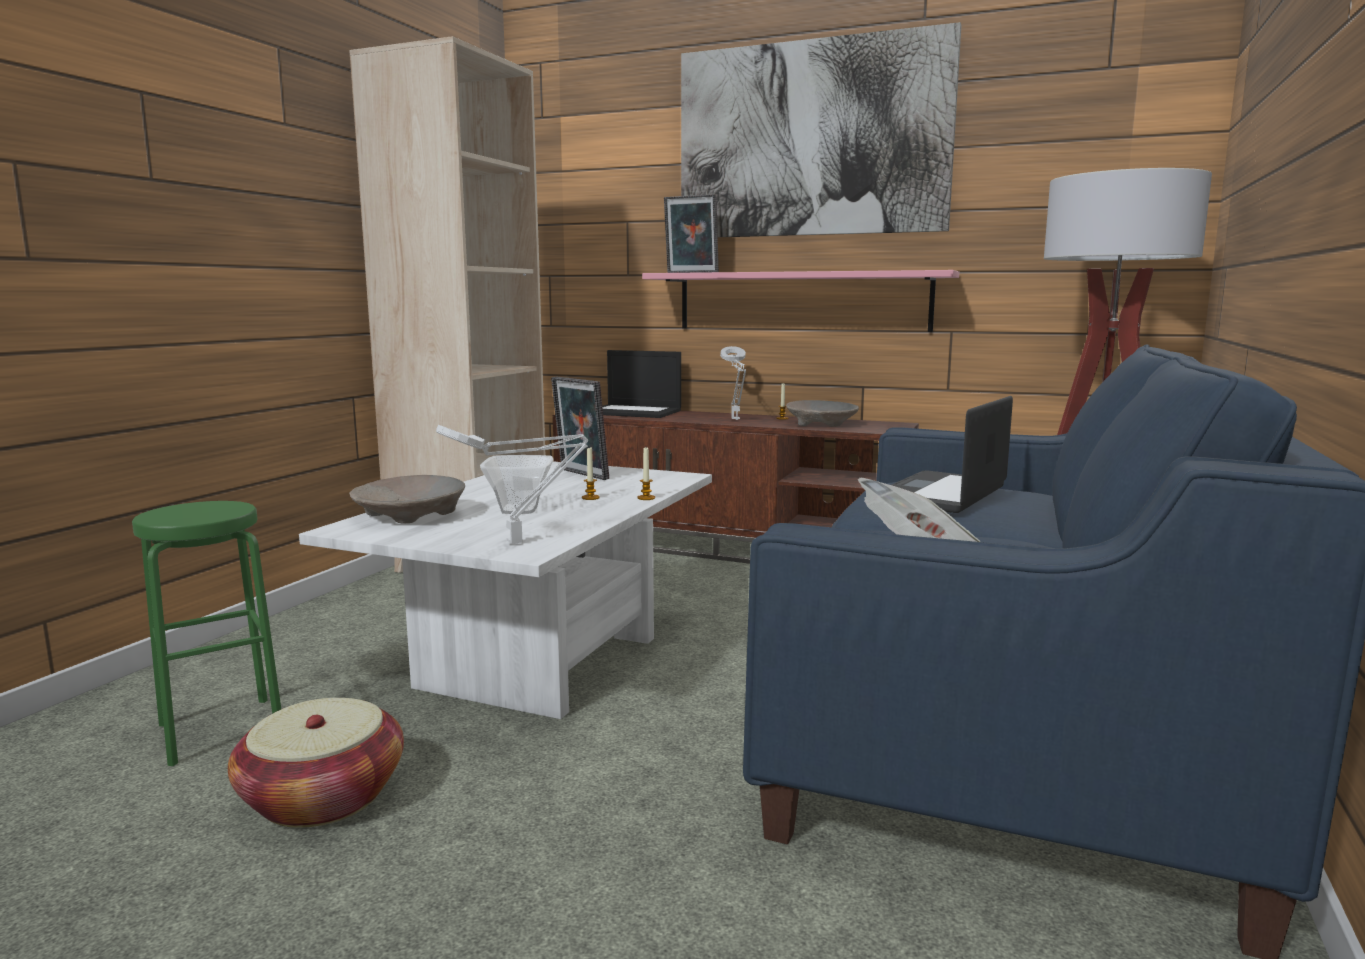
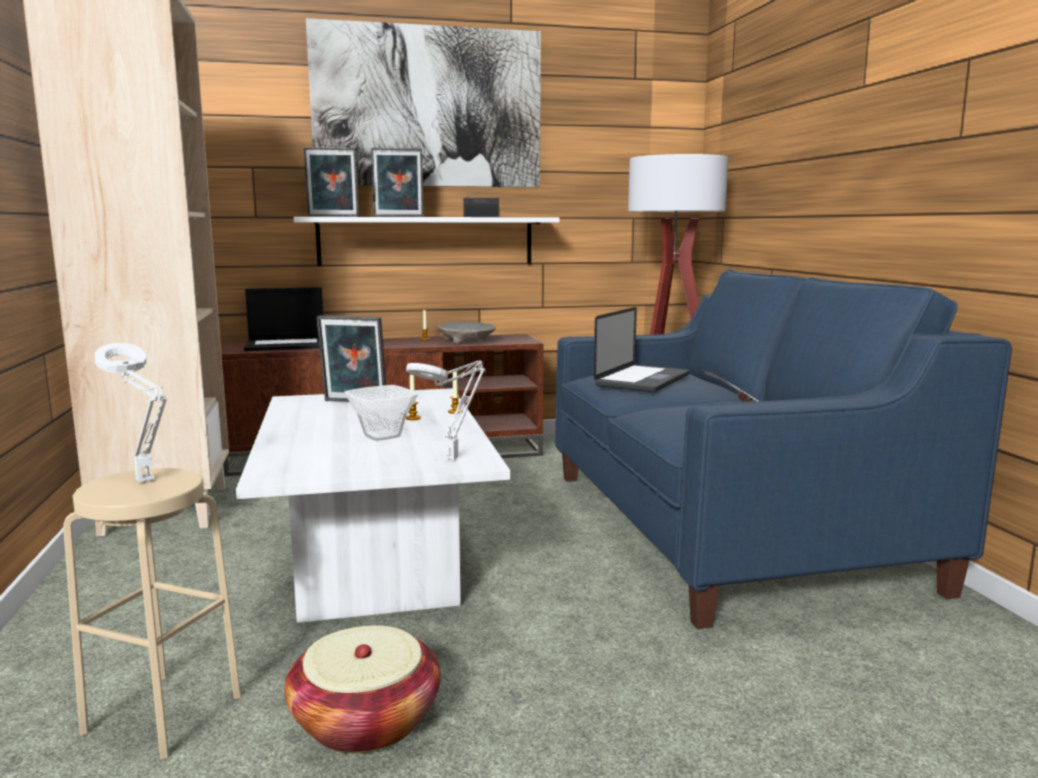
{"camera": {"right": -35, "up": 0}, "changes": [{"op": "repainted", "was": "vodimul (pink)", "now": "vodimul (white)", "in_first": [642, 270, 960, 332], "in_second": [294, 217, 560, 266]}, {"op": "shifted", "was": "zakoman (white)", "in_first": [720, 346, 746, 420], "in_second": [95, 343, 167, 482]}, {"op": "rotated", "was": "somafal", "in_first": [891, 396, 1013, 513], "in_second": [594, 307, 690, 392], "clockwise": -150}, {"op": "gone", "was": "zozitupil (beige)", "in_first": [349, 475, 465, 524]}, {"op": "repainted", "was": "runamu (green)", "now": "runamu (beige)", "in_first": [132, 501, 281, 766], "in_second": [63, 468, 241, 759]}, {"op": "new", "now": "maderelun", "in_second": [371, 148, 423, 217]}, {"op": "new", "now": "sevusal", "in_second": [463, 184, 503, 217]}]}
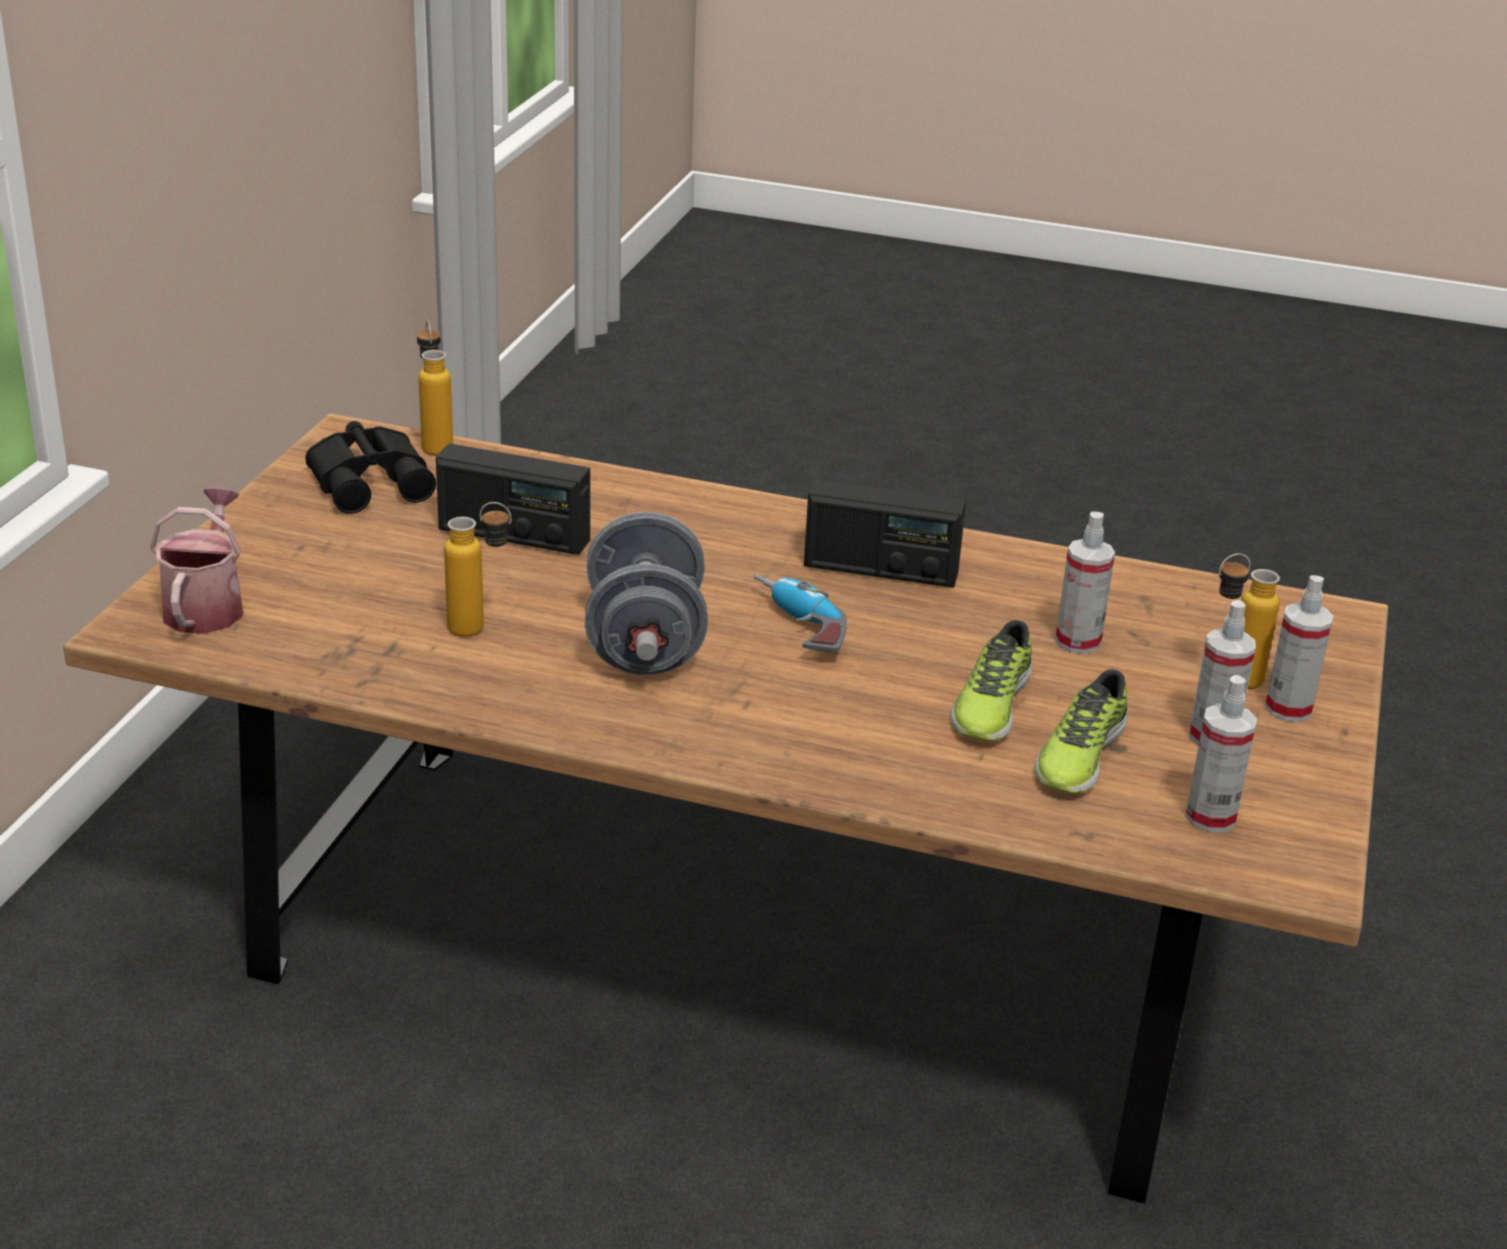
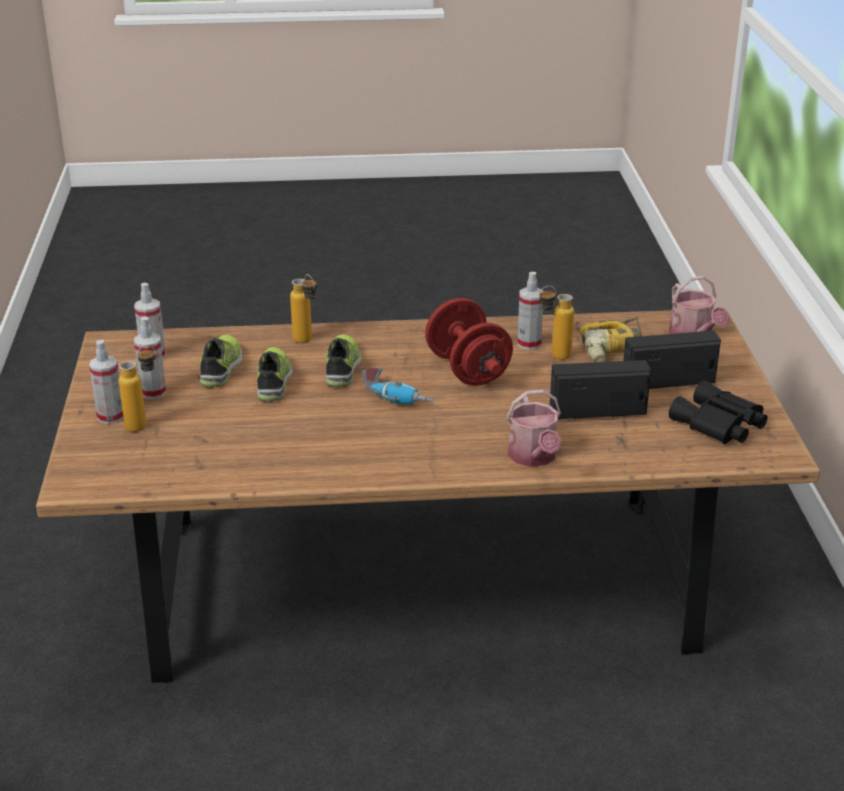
{"camera": {"right": 160, "up": 0}, "changes": [{"op": "shifted", "was": "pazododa", "in_first": [417, 320, 453, 456], "in_second": [290, 274, 317, 343]}, {"op": "shifted", "was": "sevusal", "in_first": [804, 479, 966, 588], "in_second": [623, 330, 721, 389]}, {"op": "shifted", "was": "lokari", "in_first": [1055, 511, 1115, 654], "in_second": [517, 272, 543, 350]}, {"op": "repainted", "was": "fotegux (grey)", "now": "fotegux (red)", "in_first": [585, 512, 708, 675], "in_second": [425, 298, 513, 386]}, {"op": "new", "now": "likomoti", "in_second": [580, 317, 642, 362]}, {"op": "new", "now": "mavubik", "in_second": [326, 334, 361, 387]}, {"op": "new", "now": "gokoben", "in_second": [506, 390, 562, 467]}]}
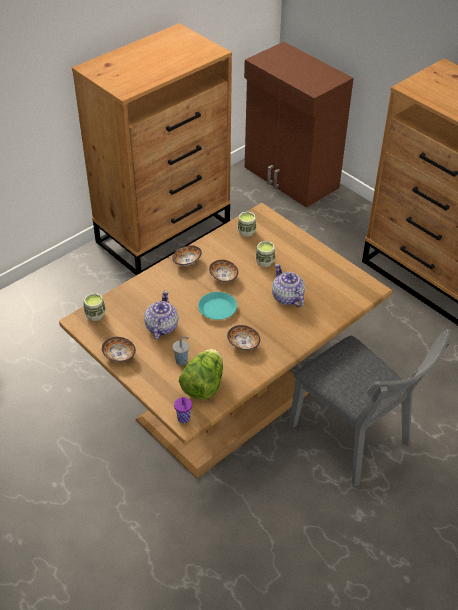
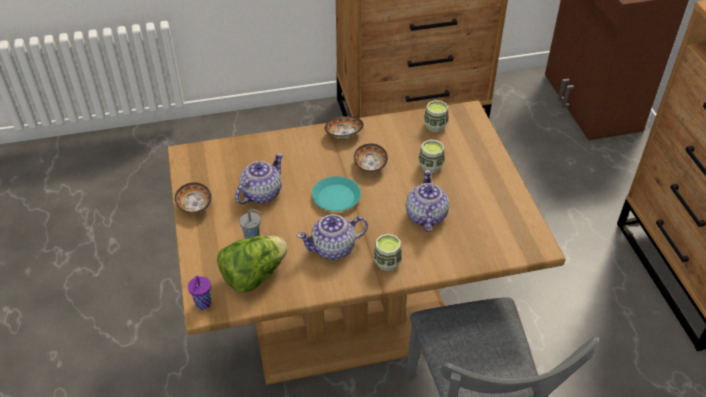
{"camera": {"right": 30, "up": 0}, "changes": [{"op": "shifted", "was": "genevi", "in_first": [84, 293, 106, 321], "in_second": [373, 234, 402, 271]}, {"op": "swapped", "was": "zozitupil", "now": "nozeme", "in_first": [227, 325, 260, 350], "in_second": [297, 214, 368, 260]}]}
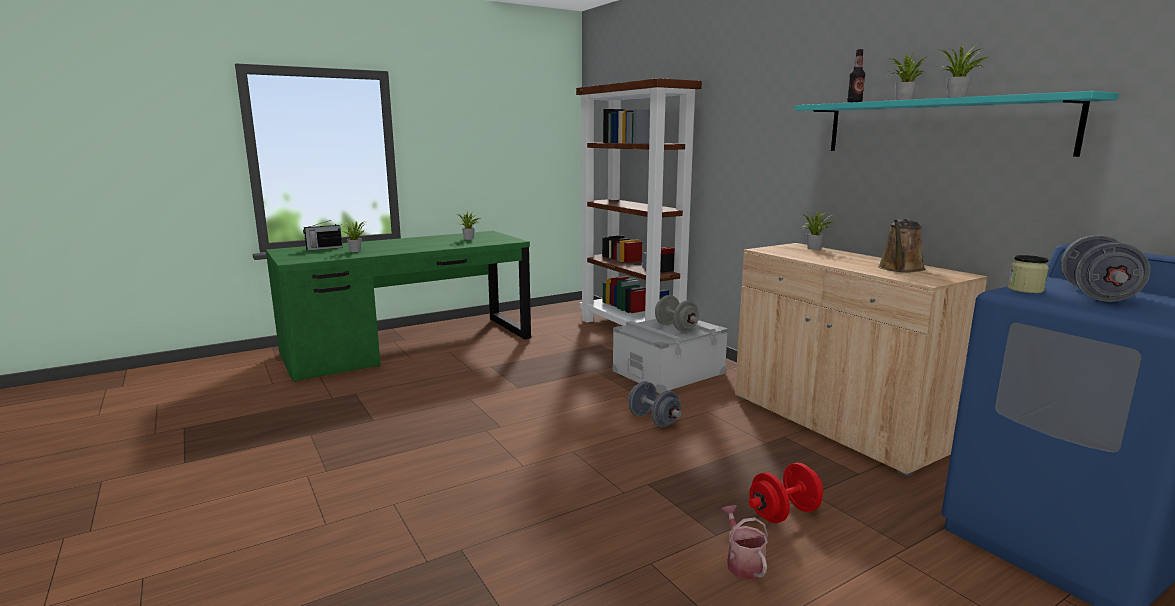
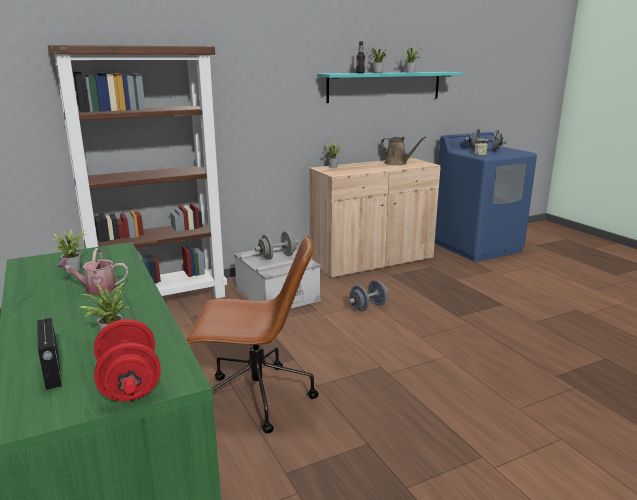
{"camera": {"right": -85, "up": 5}, "changes": [{"op": "shifted", "was": "fotegux (red)", "in_first": [749, 463, 823, 523], "in_second": [94, 319, 161, 401]}, {"op": "shifted", "was": "gokoben", "in_first": [721, 505, 768, 580], "in_second": [56, 248, 128, 295]}, {"op": "new", "now": "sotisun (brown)", "in_second": [186, 236, 319, 434]}]}
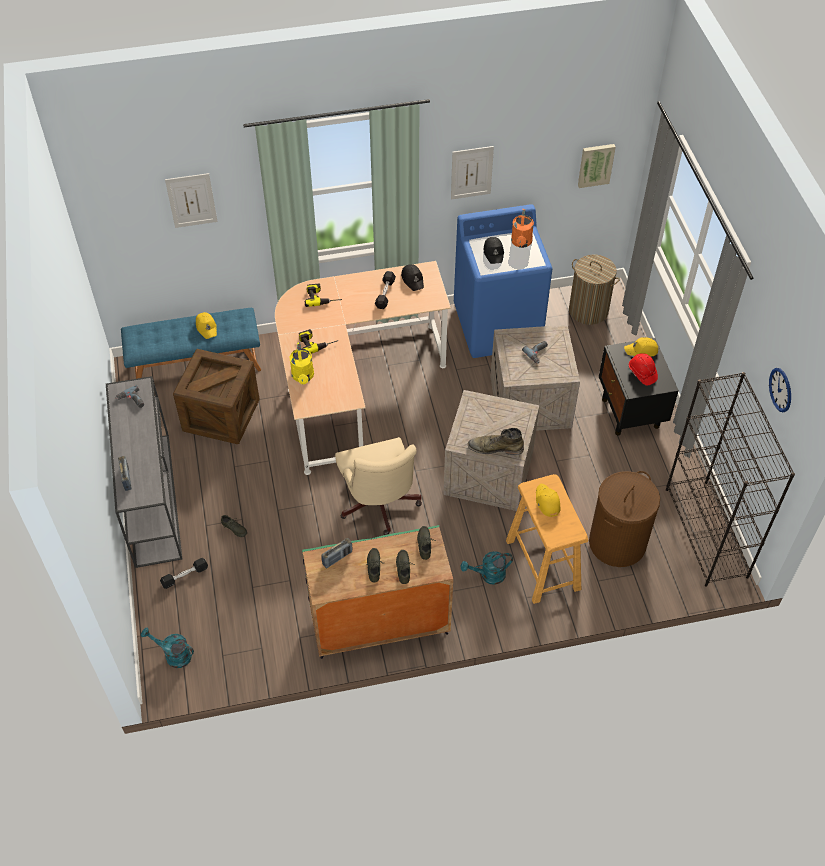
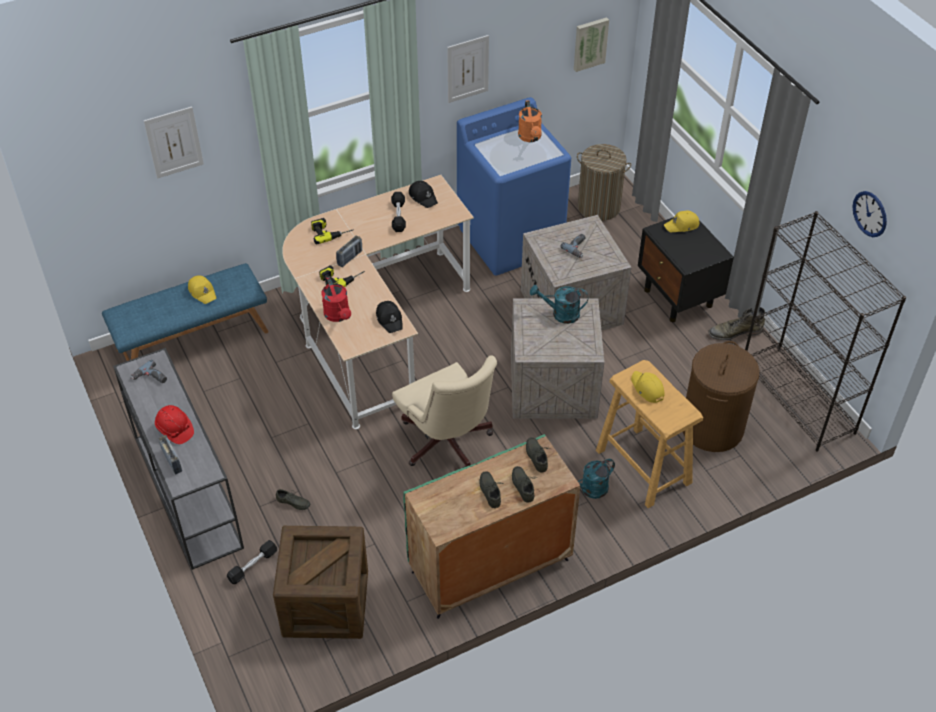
{"camera": {"right": -15, "up": -5}, "changes": [{"op": "shifted", "was": "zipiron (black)", "in_first": [484, 237, 504, 264], "in_second": [376, 301, 403, 333]}, {"op": "repainted", "was": "gokoben (yellow)", "now": "gokoben (red)", "in_first": [289, 342, 314, 385], "in_second": [321, 277, 351, 322]}, {"op": "shifted", "was": "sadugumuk", "in_first": [173, 349, 260, 444], "in_second": [273, 526, 368, 639]}, {"op": "shifted", "was": "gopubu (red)", "in_first": [629, 353, 658, 385], "in_second": [155, 405, 194, 444]}, {"op": "shifted", "was": "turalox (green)", "in_first": [468, 428, 524, 455], "in_second": [708, 307, 765, 340]}, {"op": "shifted", "was": "sevusal", "in_first": [321, 538, 352, 569], "in_second": [336, 236, 362, 267]}, {"op": "shifted", "was": "gokoben (turquoise)", "in_first": [141, 627, 194, 668], "in_second": [530, 285, 588, 324]}]}
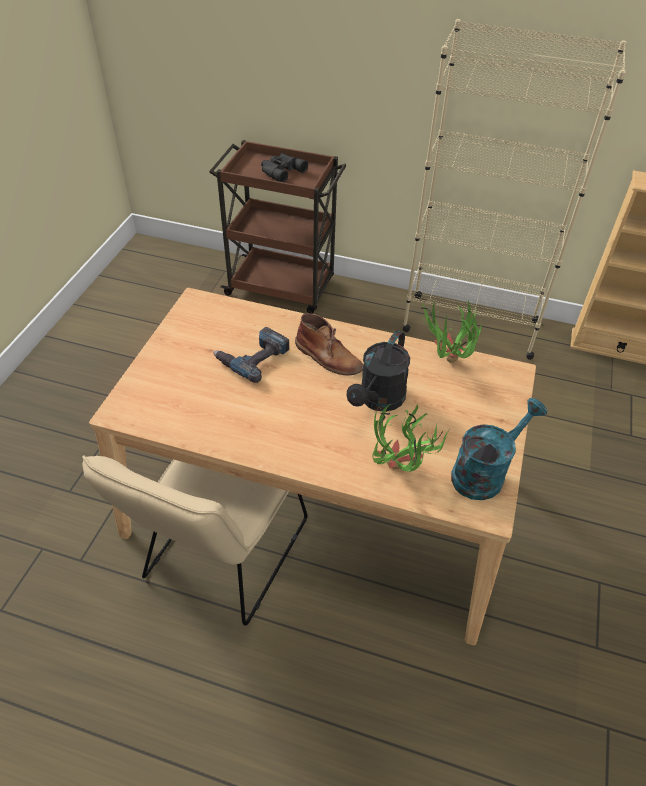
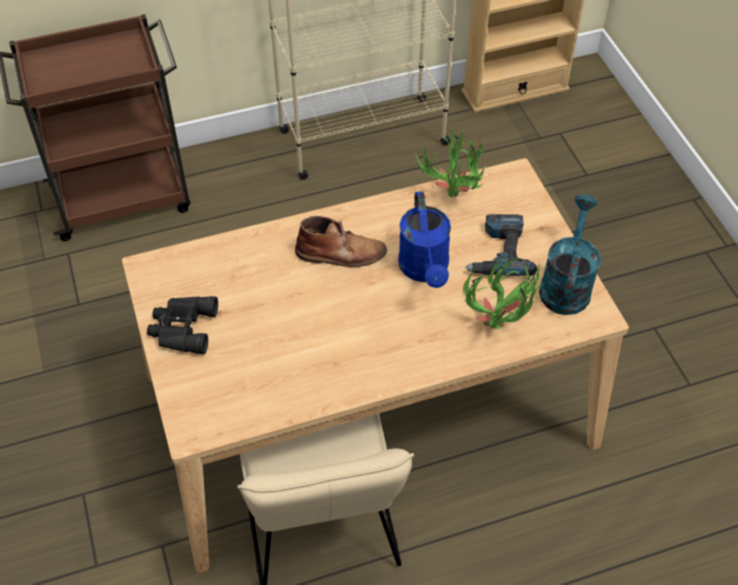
{"camera": {"right": -35, "up": 5}, "changes": [{"op": "shifted", "was": "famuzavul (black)", "in_first": [261, 153, 308, 183], "in_second": [147, 296, 218, 354]}, {"op": "shifted", "was": "likomoti", "in_first": [213, 327, 289, 383], "in_second": [464, 214, 537, 276]}, {"op": "repainted", "was": "gokoben (black)", "now": "gokoben (blue)", "in_first": [347, 330, 410, 412], "in_second": [398, 192, 451, 288]}]}
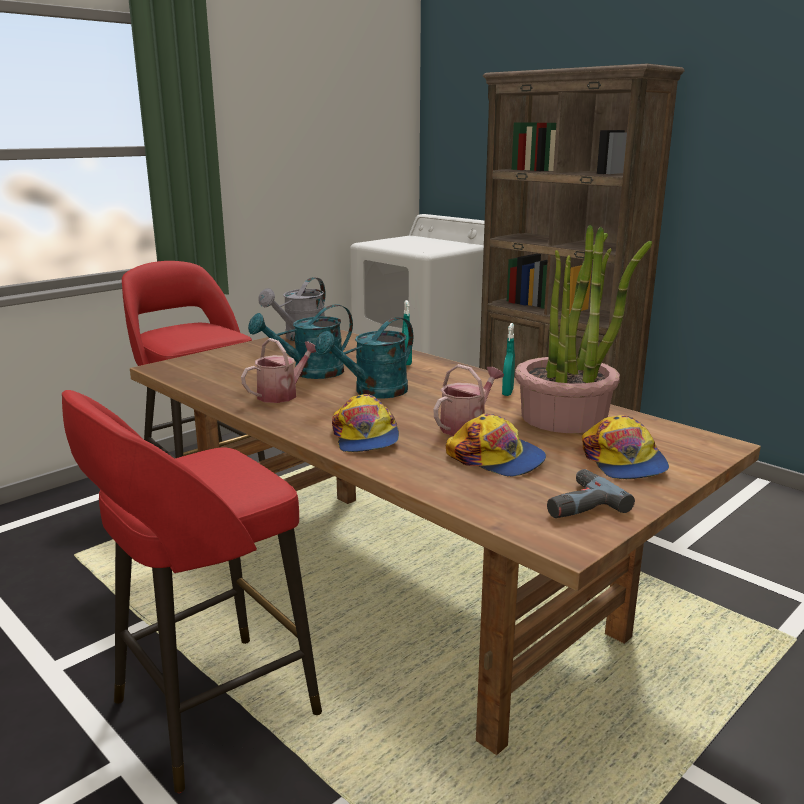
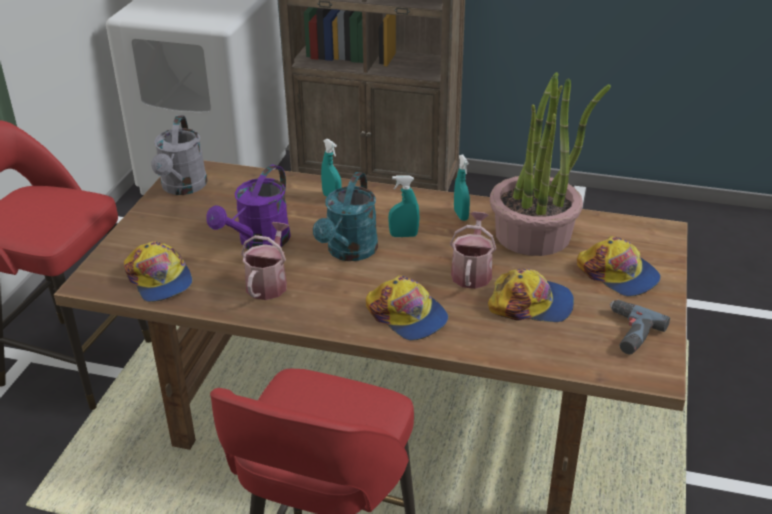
{"camera": {"right": -30, "up": 15}, "changes": [{"op": "repainted", "was": "gokoben (turquoise)", "now": "gokoben (purple)", "in_first": [248, 304, 353, 379], "in_second": [206, 165, 291, 249]}, {"op": "new", "now": "lokari (turquoise)", "in_second": [388, 175, 420, 237]}, {"op": "new", "now": "zipiron", "in_second": [124, 241, 192, 302]}]}
